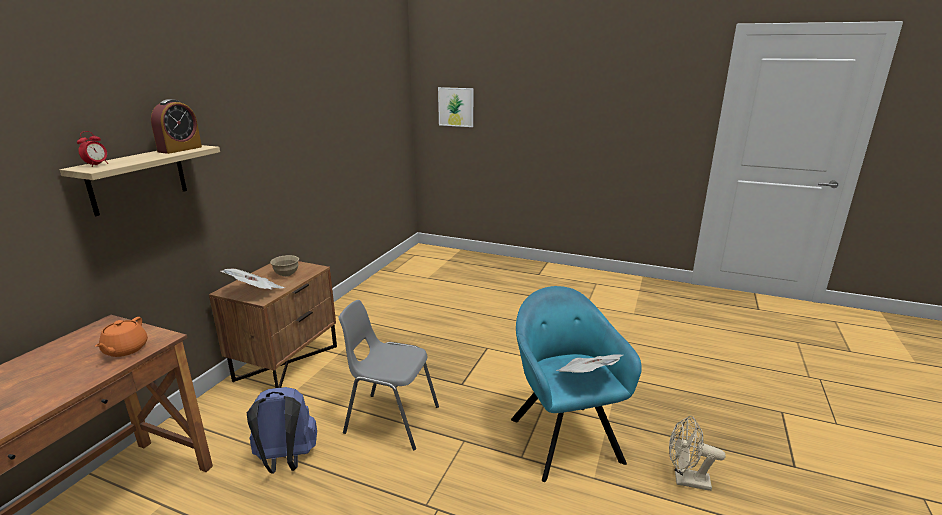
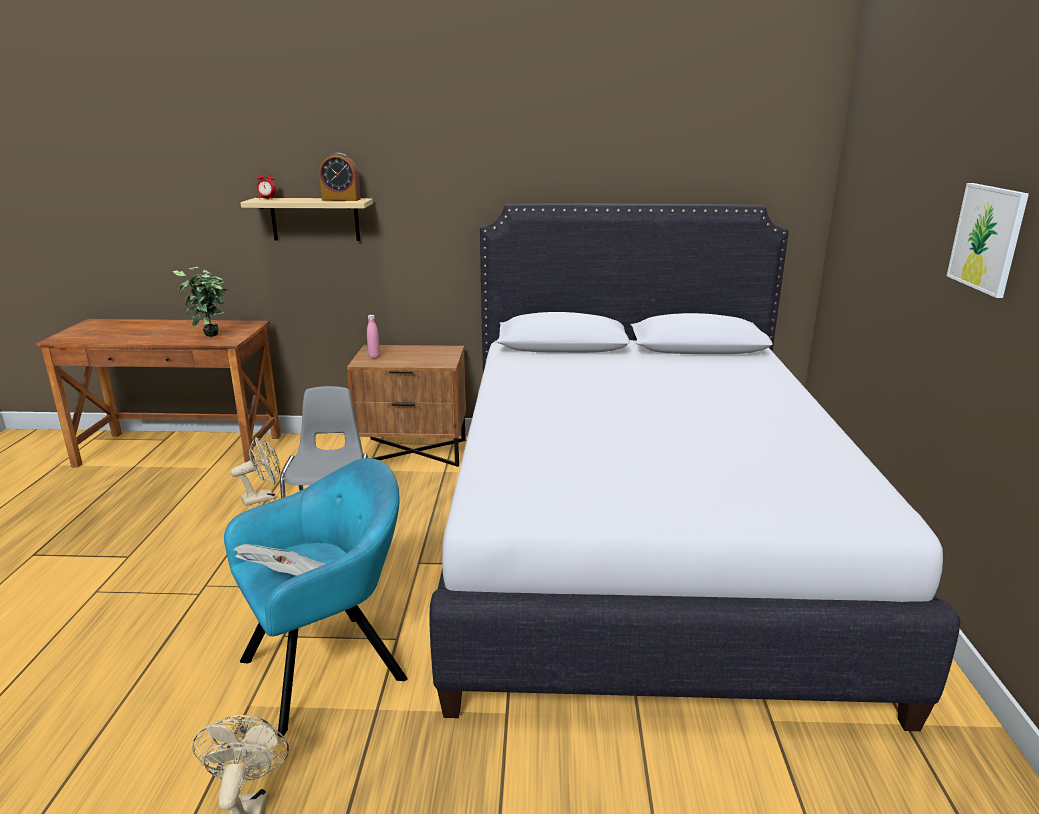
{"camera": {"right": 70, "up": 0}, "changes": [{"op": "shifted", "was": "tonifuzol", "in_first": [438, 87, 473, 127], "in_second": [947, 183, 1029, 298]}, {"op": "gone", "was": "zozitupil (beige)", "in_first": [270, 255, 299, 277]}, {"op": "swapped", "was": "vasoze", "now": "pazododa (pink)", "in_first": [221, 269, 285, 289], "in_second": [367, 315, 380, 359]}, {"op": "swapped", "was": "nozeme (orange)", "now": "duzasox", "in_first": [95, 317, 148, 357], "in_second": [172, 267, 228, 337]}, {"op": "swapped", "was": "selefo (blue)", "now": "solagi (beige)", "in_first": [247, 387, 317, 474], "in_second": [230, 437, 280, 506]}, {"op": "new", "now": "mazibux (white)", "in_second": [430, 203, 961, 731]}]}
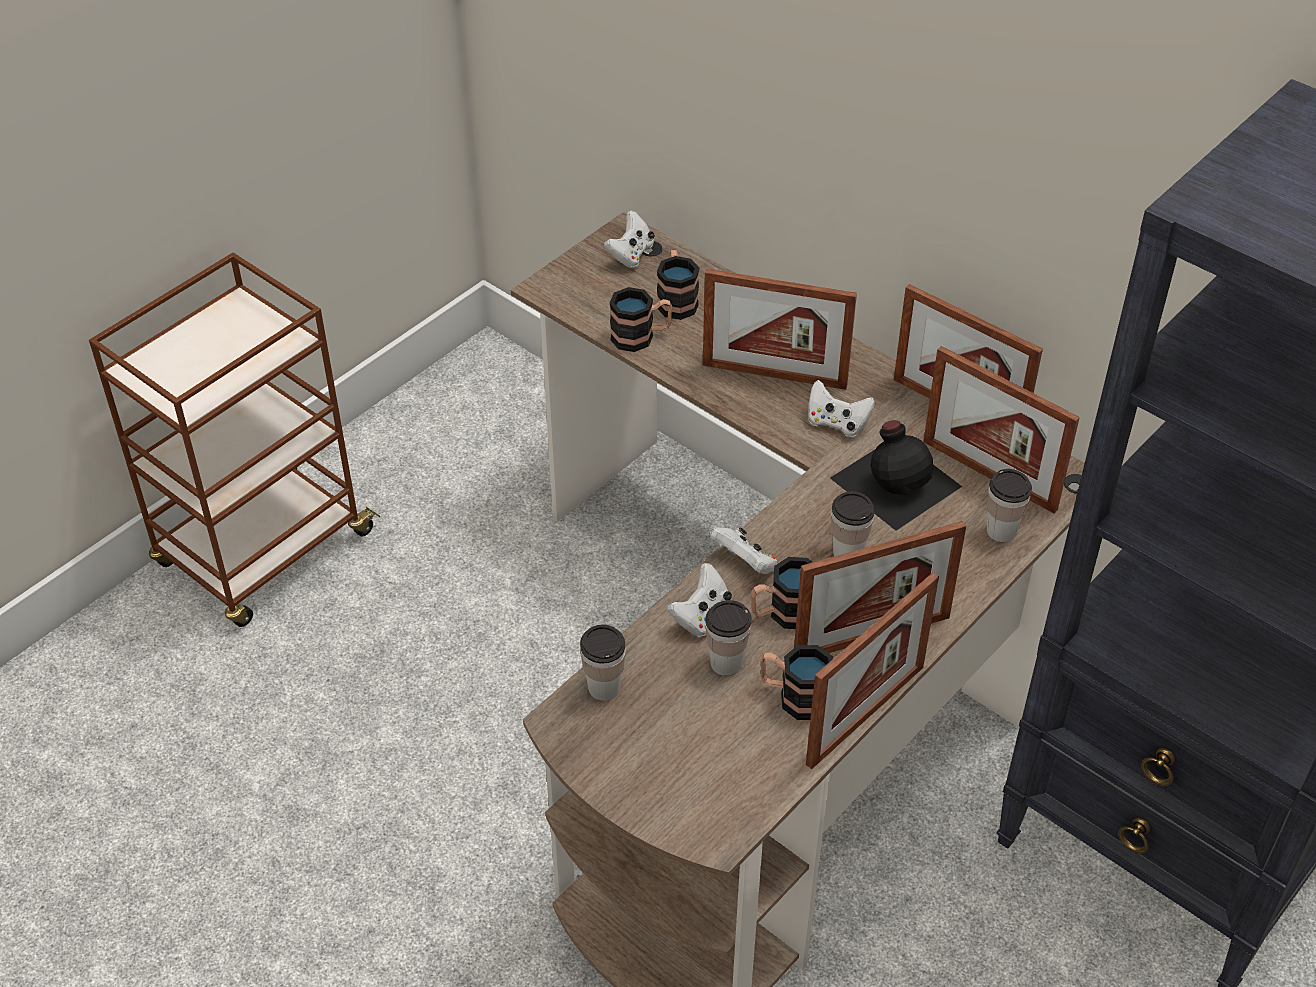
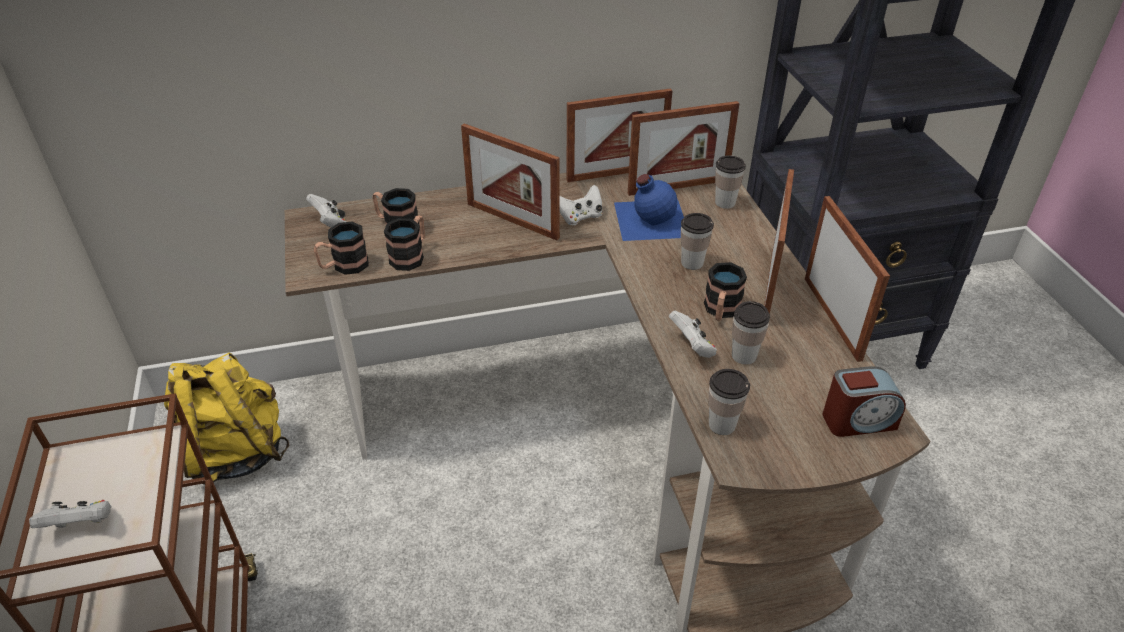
{"camera": {"right": -55, "up": -5}, "changes": [{"op": "rotated", "was": "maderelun", "in_first": [703, 269, 857, 390], "in_second": [461, 124, 560, 241], "clockwise": 75}, {"op": "repainted", "was": "pazododa (black)", "now": "pazododa (blue)", "in_first": [830, 420, 962, 531], "in_second": [614, 174, 684, 241]}, {"op": "shifted", "was": "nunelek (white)", "in_first": [710, 527, 777, 574], "in_second": [29, 500, 111, 528]}, {"op": "shifted", "was": "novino", "in_first": [760, 645, 833, 720], "in_second": [314, 222, 369, 275]}, {"op": "new", "now": "selefo (yellow)", "in_second": [164, 353, 290, 485]}, {"op": "new", "now": "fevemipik", "in_second": [823, 366, 906, 437]}]}
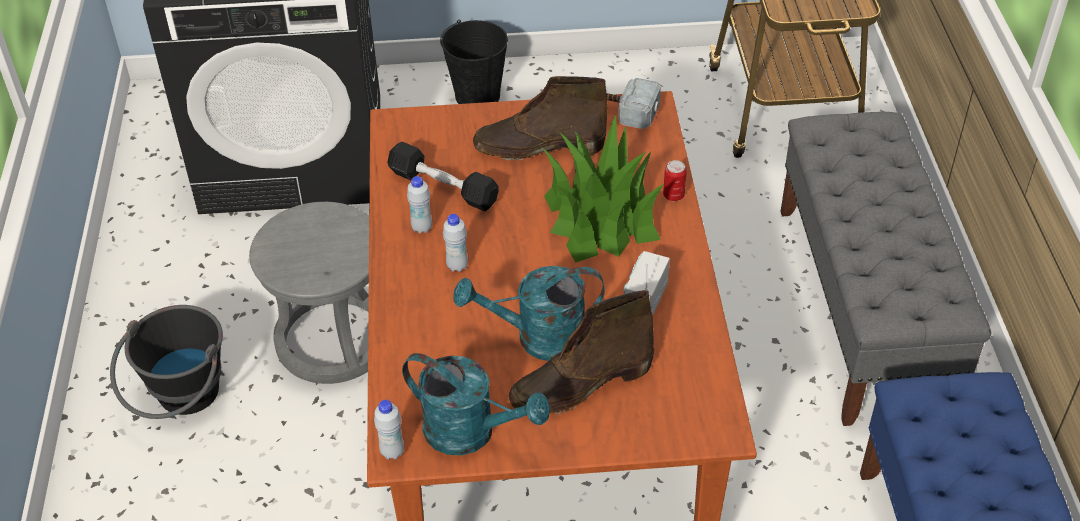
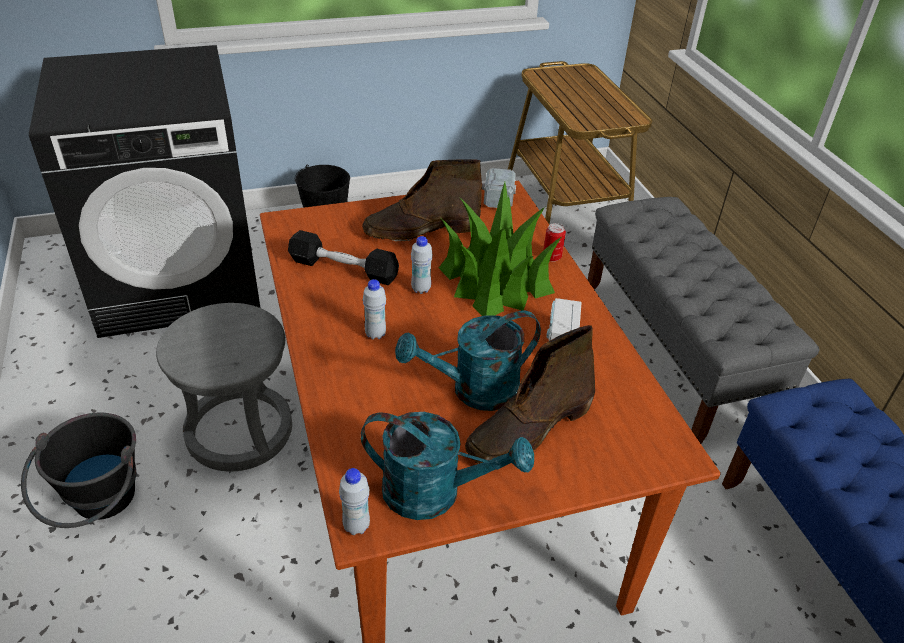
{"camera": {"right": -15, "up": -5}, "changes": [{"op": "shifted", "was": "pazododa (white)", "in_first": [407, 176, 432, 234], "in_second": [411, 236, 433, 294]}]}
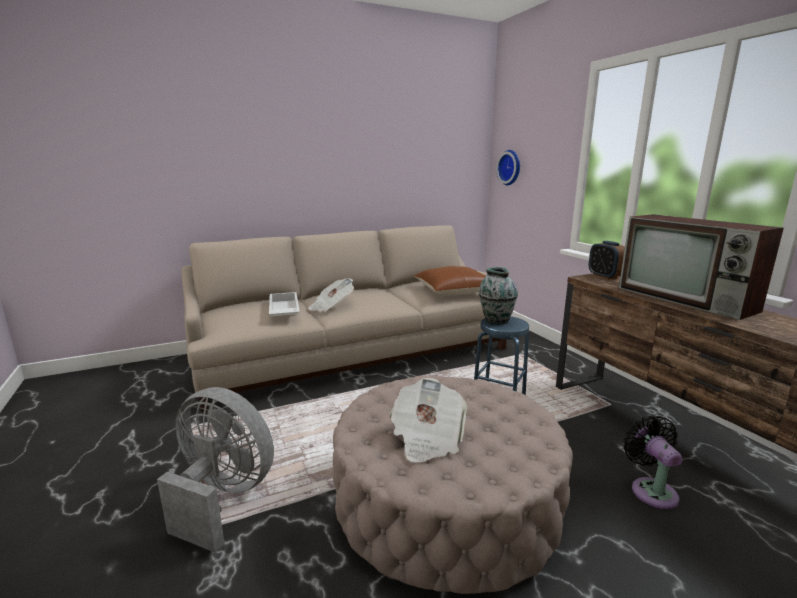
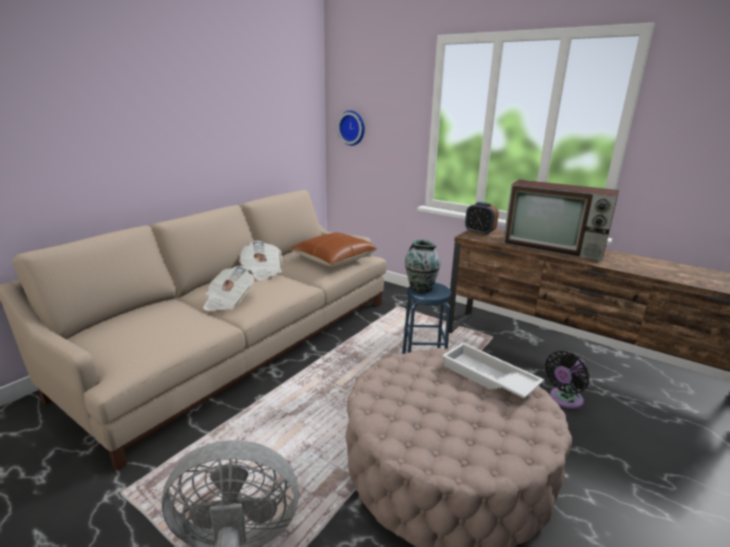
{"camera": {"right": -30, "up": 5}, "changes": [{"op": "shifted", "was": "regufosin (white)", "in_first": [269, 292, 300, 316], "in_second": [442, 343, 544, 398]}, {"op": "shifted", "was": "vasoze", "in_first": [390, 378, 468, 463], "in_second": [239, 241, 283, 280]}, {"op": "rotated", "was": "solagi (black)", "in_first": [624, 415, 682, 509], "in_second": [545, 351, 589, 409], "clockwise": -90}]}
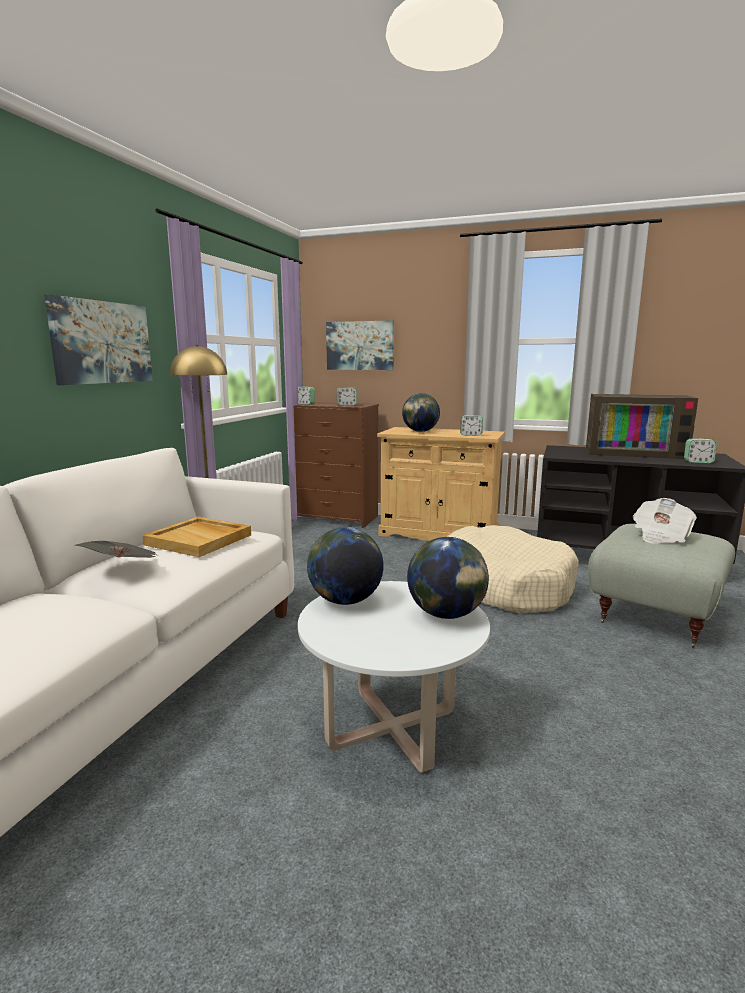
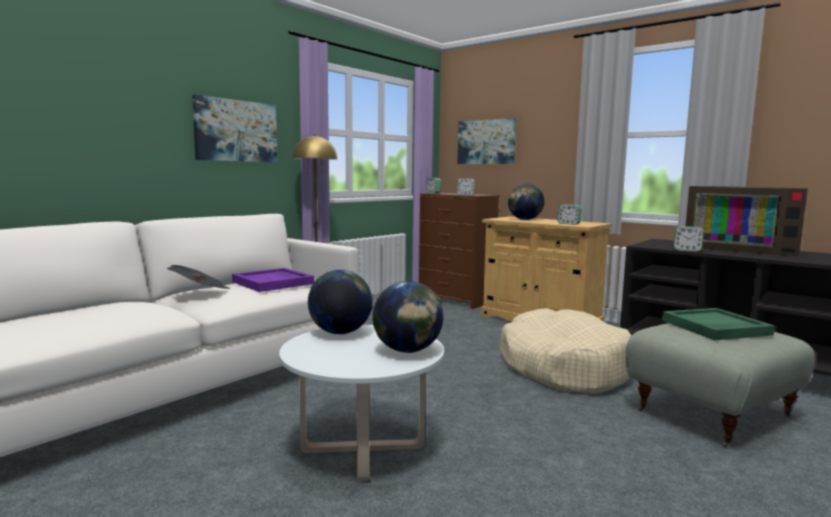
{"camera": {"right": 20, "up": -5}, "changes": [{"op": "shifted", "was": "fevemipik", "in_first": [684, 439, 717, 463], "in_second": [674, 226, 704, 251]}, {"op": "swapped", "was": "vasoze", "now": "regufosin (green)", "in_first": [633, 498, 697, 544], "in_second": [662, 308, 775, 340]}, {"op": "repainted", "was": "regufosin (beige)", "now": "regufosin (purple)", "in_first": [142, 517, 251, 557], "in_second": [232, 268, 314, 292]}]}
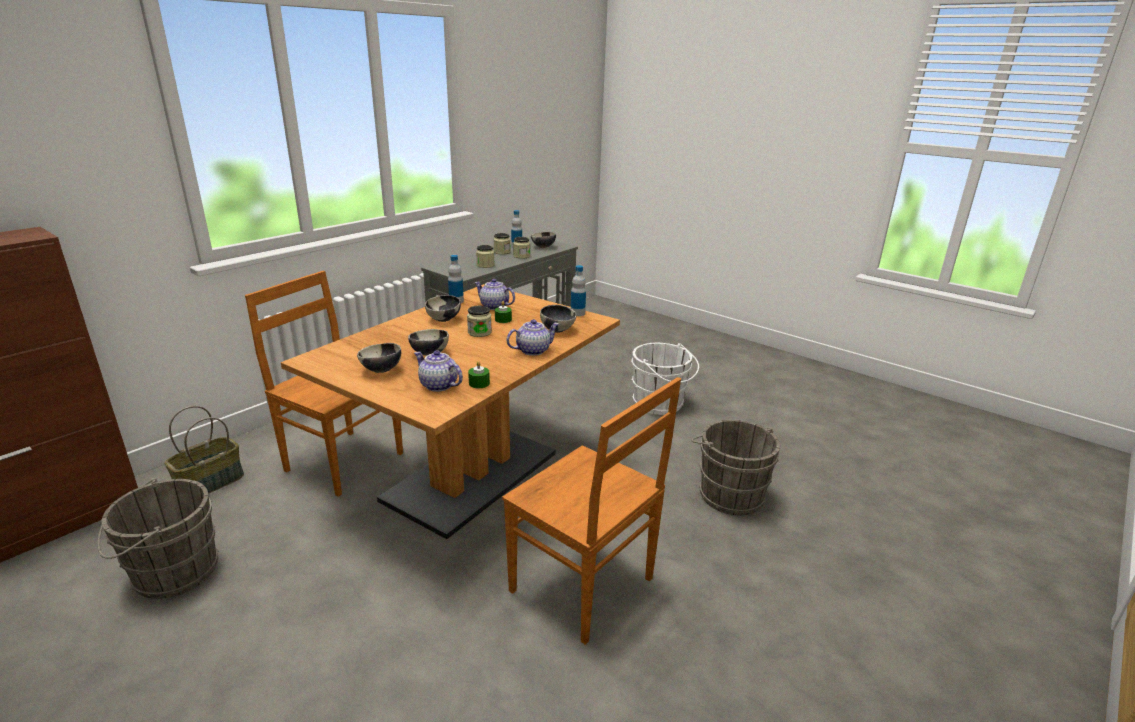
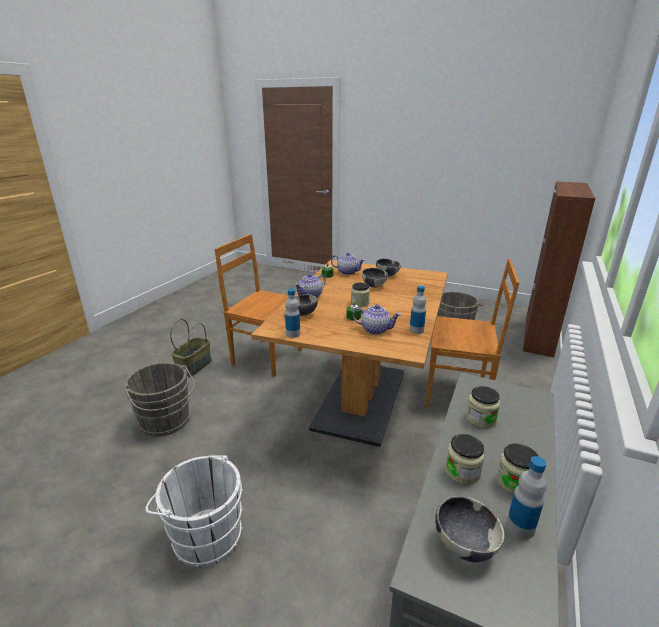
{"camera": {"right": 165, "up": 0}, "changes": [{"op": "gone", "was": "zozitupil", "in_first": [425, 295, 461, 322]}, {"op": "shifted", "was": "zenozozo", "in_first": [164, 406, 244, 494], "in_second": [170, 319, 212, 377]}]}
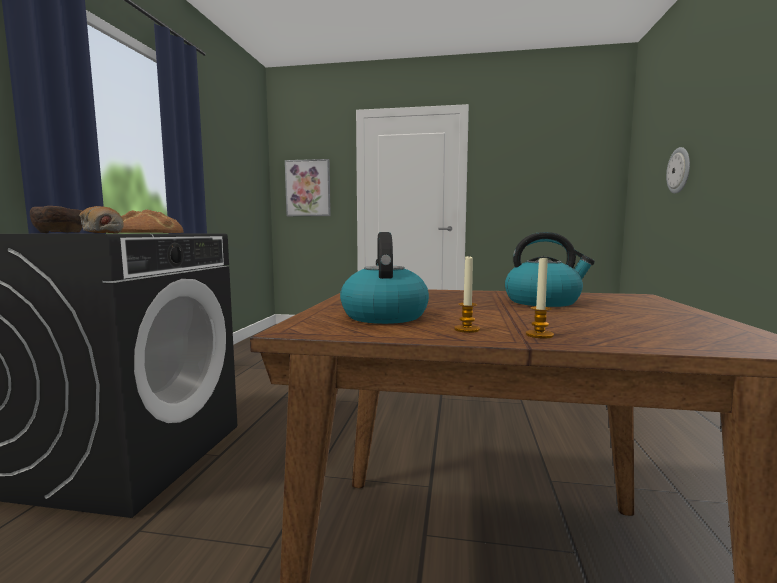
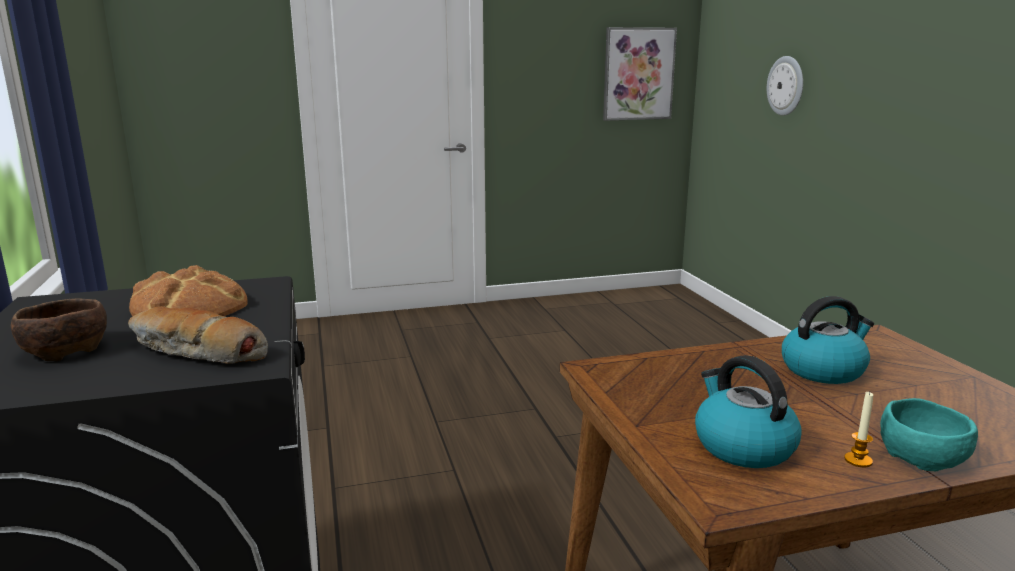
{"camera": {"right": -25, "up": 10}, "changes": [{"op": "shifted", "was": "tonifuzol", "in_first": [285, 159, 331, 216], "in_second": [603, 27, 677, 121]}, {"op": "swapped", "was": "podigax", "now": "zozitupil (turquoise)", "in_first": [526, 255, 554, 338], "in_second": [880, 398, 978, 471]}]}
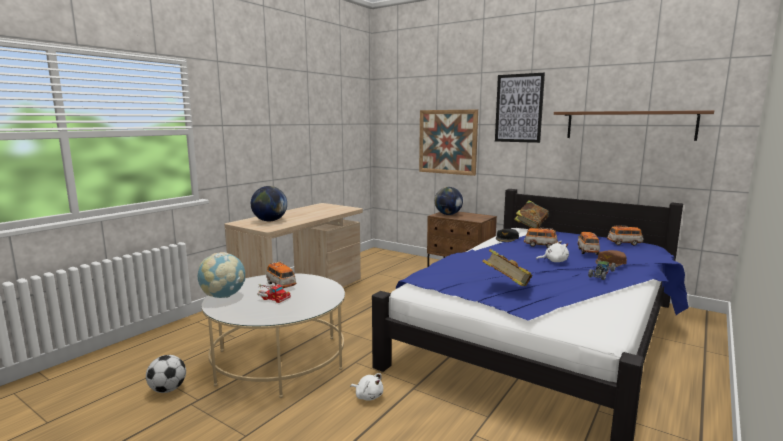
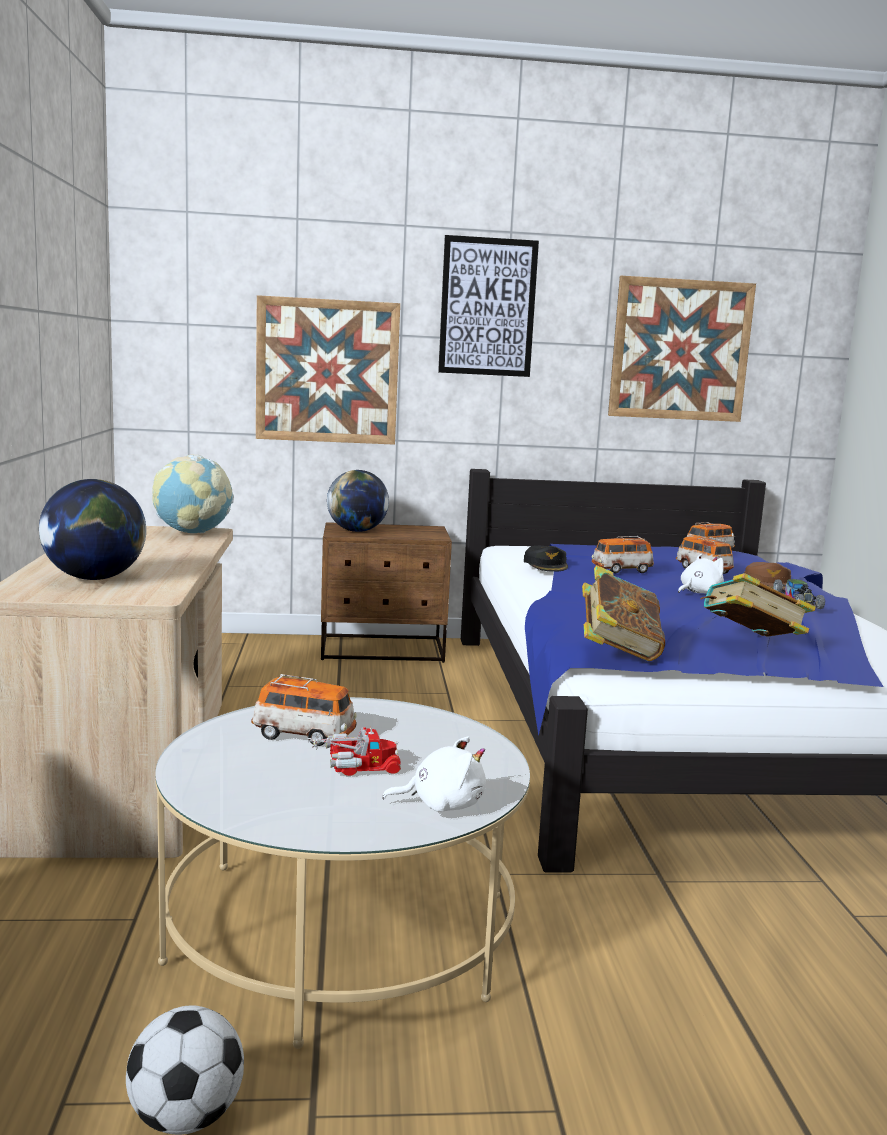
{"camera": {"right": -40, "up": 0}, "changes": [{"op": "swapped", "was": "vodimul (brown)", "now": "tonifuzol", "in_first": [554, 110, 714, 141], "in_second": [608, 276, 756, 422]}, {"op": "shifted", "was": "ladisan", "in_first": [514, 200, 549, 228], "in_second": [582, 565, 665, 661]}, {"op": "shifted", "was": "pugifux", "in_first": [198, 252, 245, 298], "in_second": [152, 455, 234, 533]}, {"op": "shifted", "was": "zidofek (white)", "in_first": [350, 373, 383, 401], "in_second": [382, 736, 486, 812]}]}
